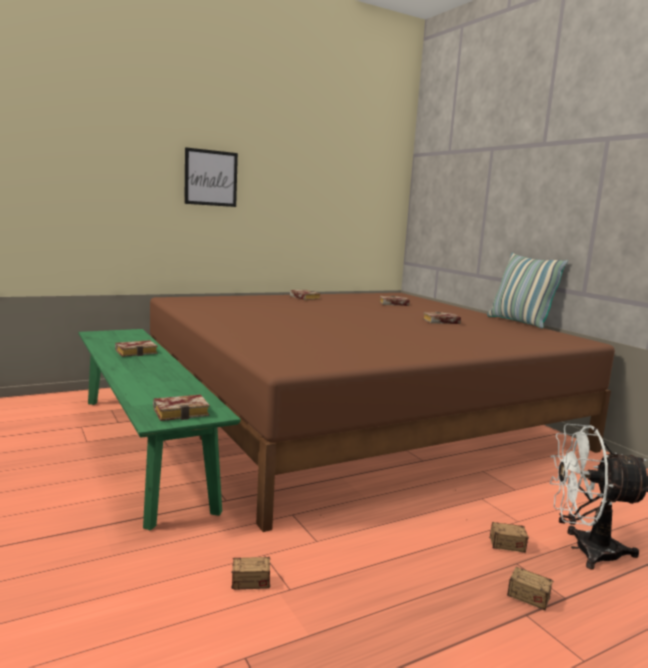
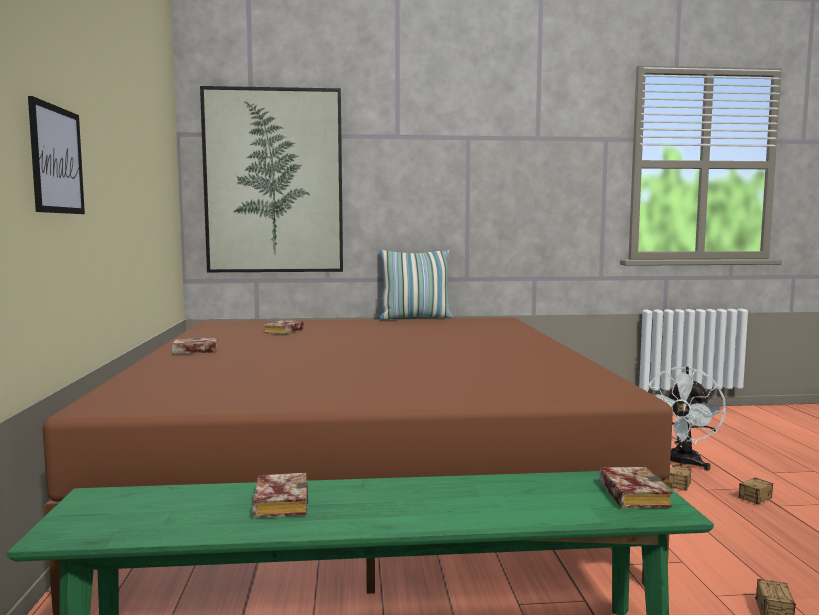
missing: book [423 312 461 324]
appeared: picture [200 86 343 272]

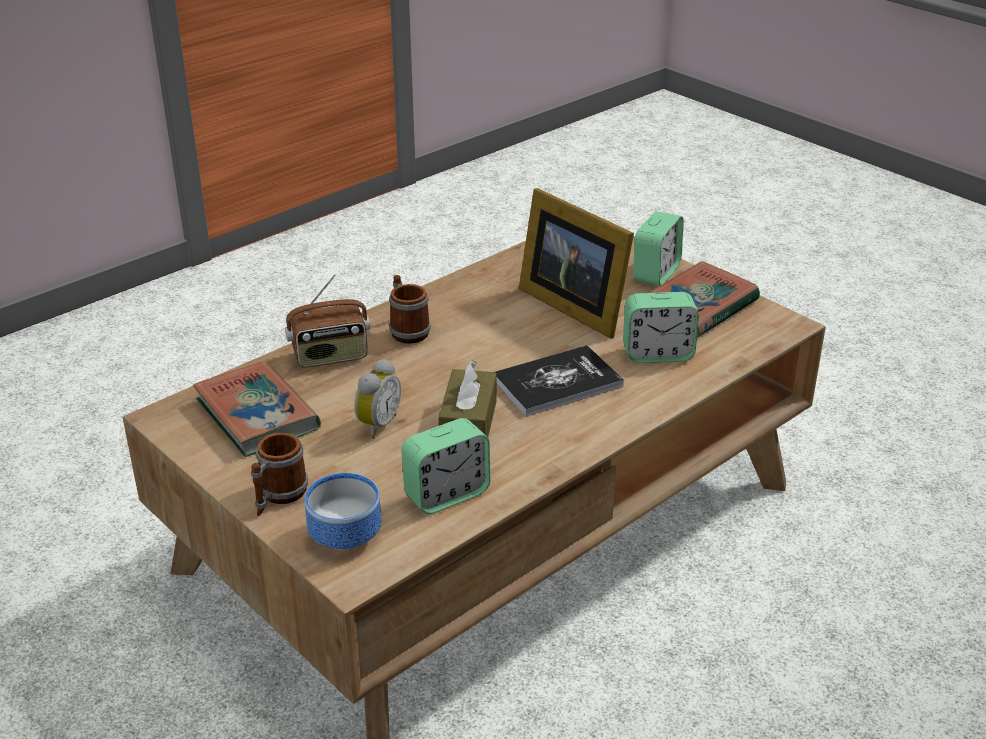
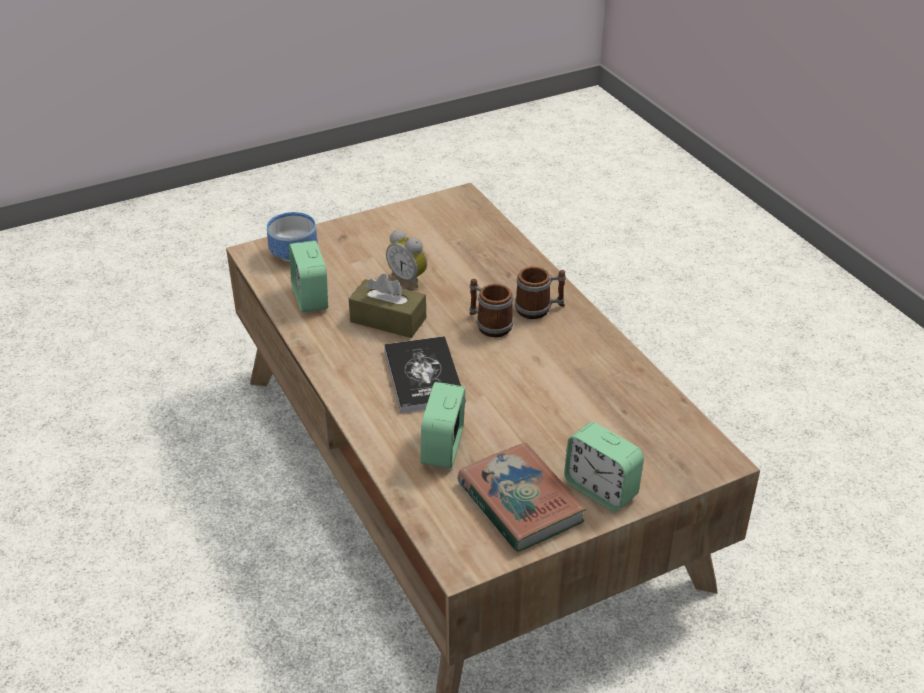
missing: book [193 361 321 457]; radio [285 274 370 367]; picture frame [519 188 634 339]
relocated: mug [251 433 308 516] to [470 279 514 337]

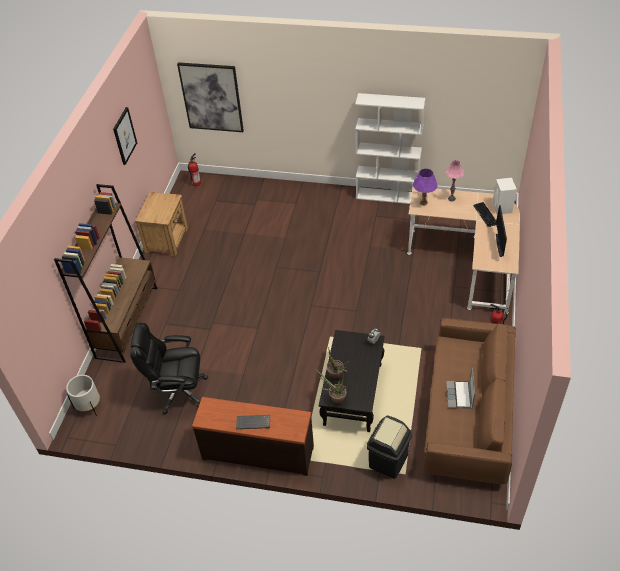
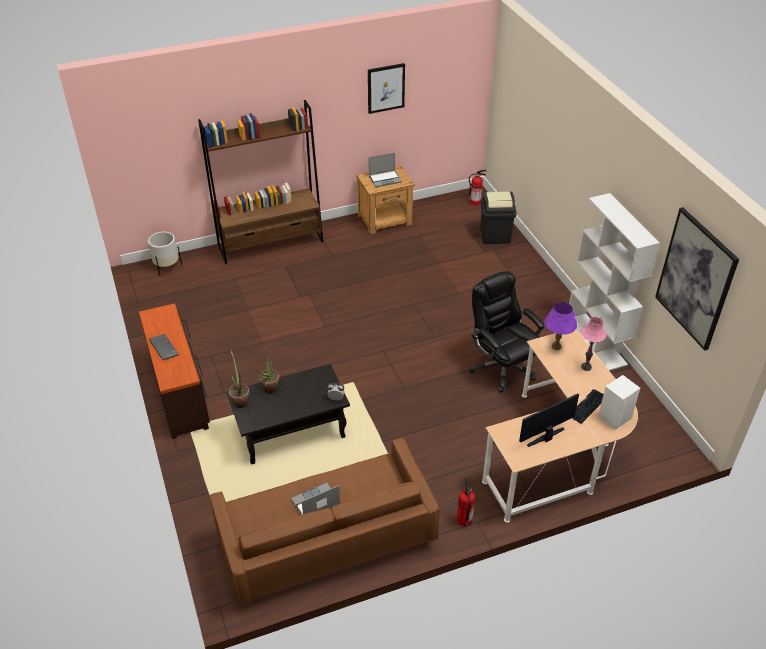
appeared: laptop [368 153 402 187]
relocated: black office chair [130 323 208 414] to [470 271 544 393]; picture [177 62 244 132] to [655 207 739 351]; black trash can [367 416 412 479] to [480 191 517 244]

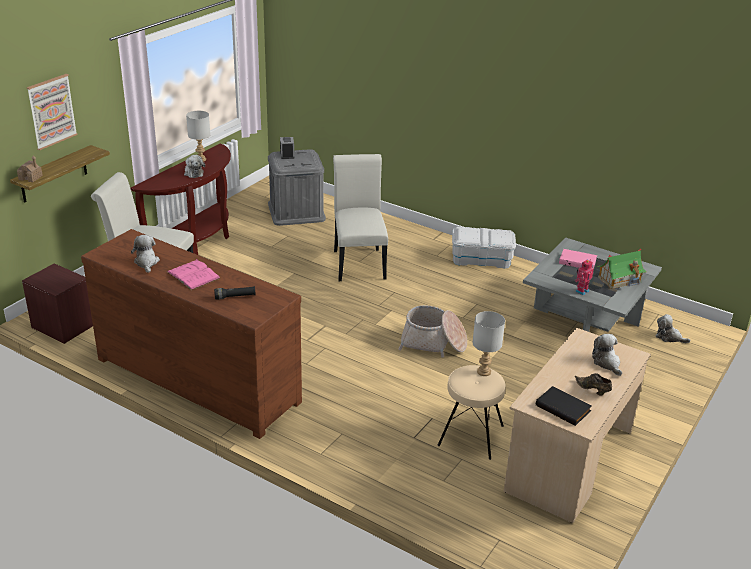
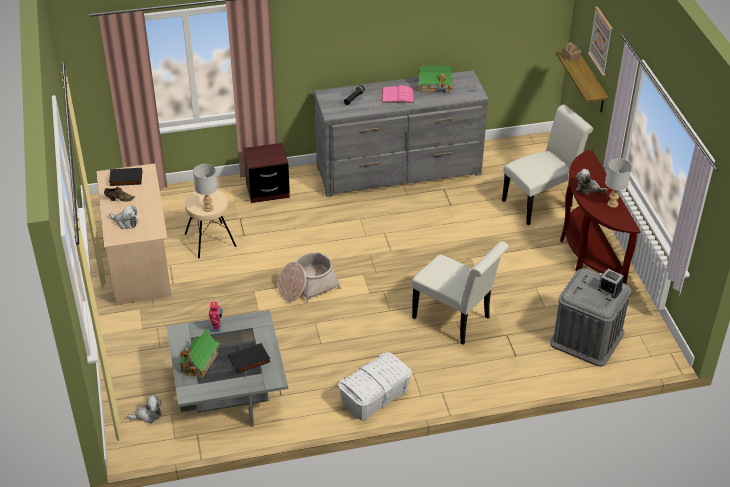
relocated: brown nightstand [22 263 93 344] to [243 143 290 203]
exchanged: plush toy [131 235 160 273] to toy house [418 64 453 94]
colour: brown dresser [81 229 302 439] to grey dresser [314 70 489 197]; pink book [559 249 597 269] to black book [229 343 270 374]

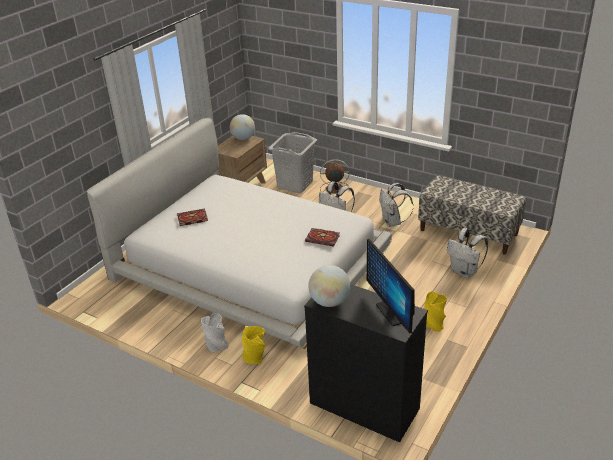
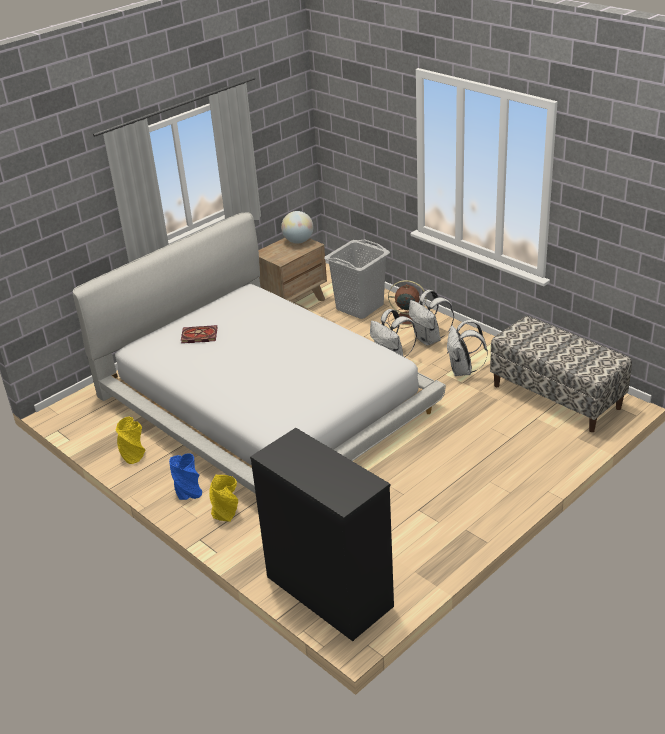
missing: book [305 228 340 247]; globe [308 265 350 307]; monitor [367 239 415 334]
relocated: yellow vase [424 291 447 332] to [115 417 146 464]; white backpack [447 228 488 278] to [409 290 454 346]
colour: grey vase [201 313 229 353] to blue vase [169 453 202 500]

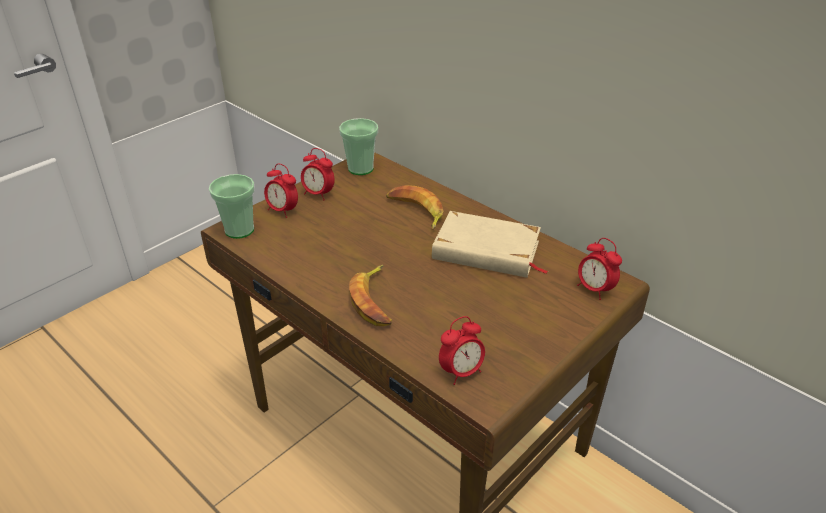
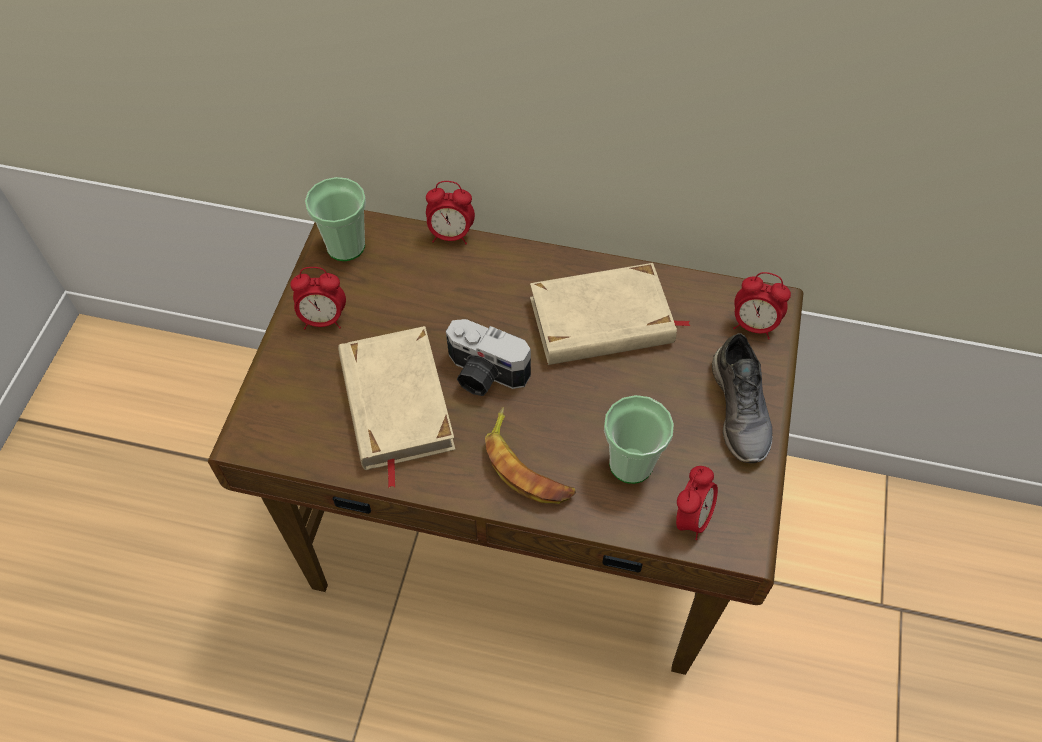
missing: banana [386 185 443 230]
appeared: beige book [338 326 455 488]; photo camera [446 319 531 396]; grey shoe [712 333 772 463]
relocated: cup [209 174 255 239] to [604 395 674 484]; alarm clock [264 163 298 218] to [426 181 475 244]

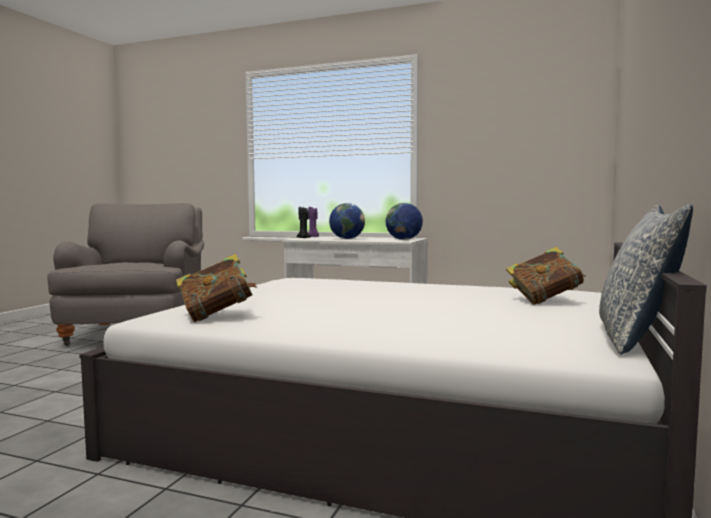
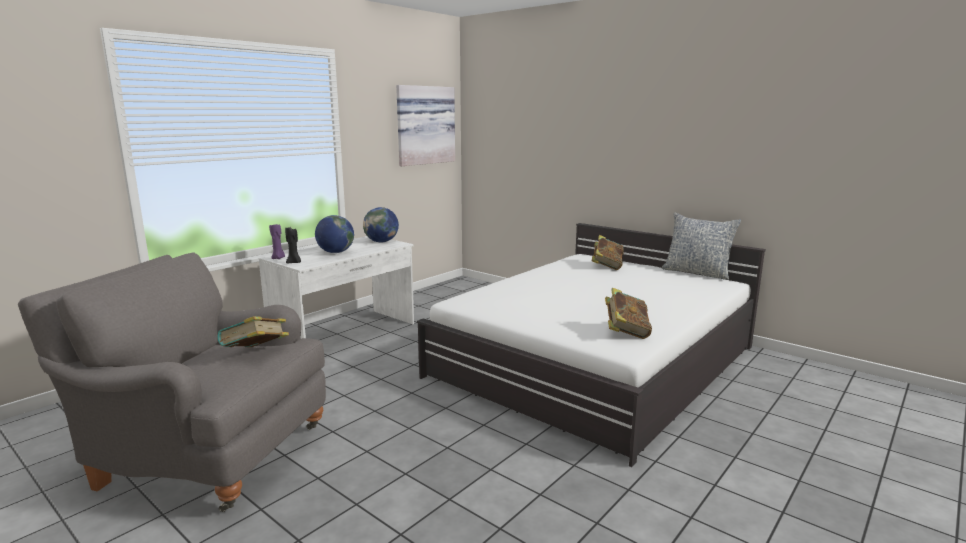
appeared: book [217 316 289 347]; picture [396 85 455 166]

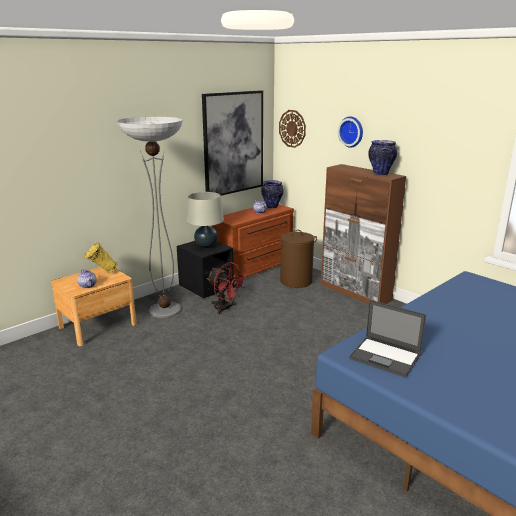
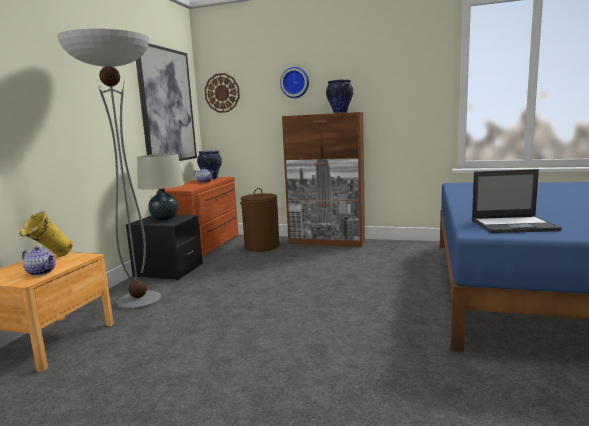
missing: red fan [207 262 247 315]

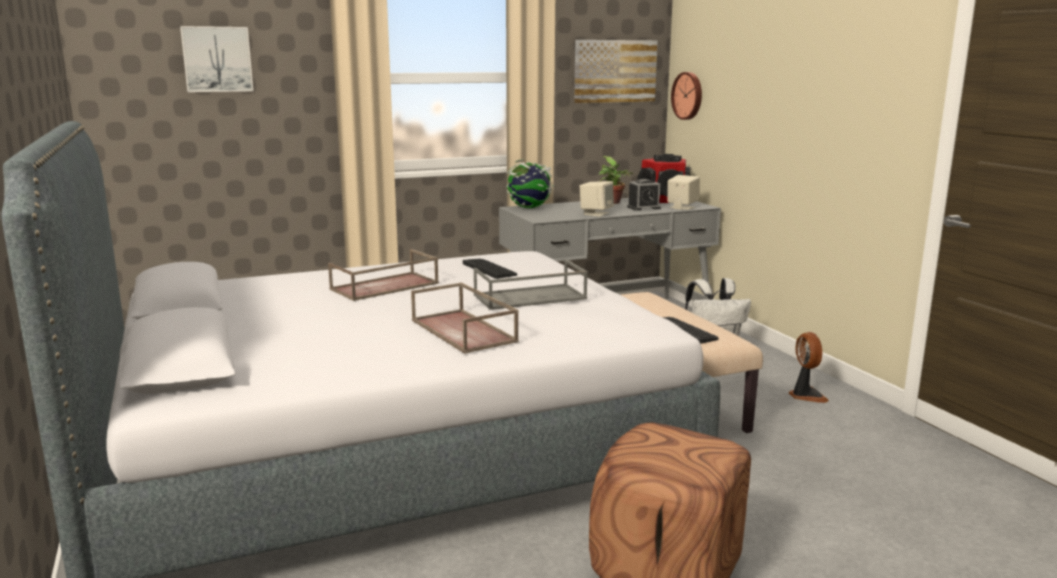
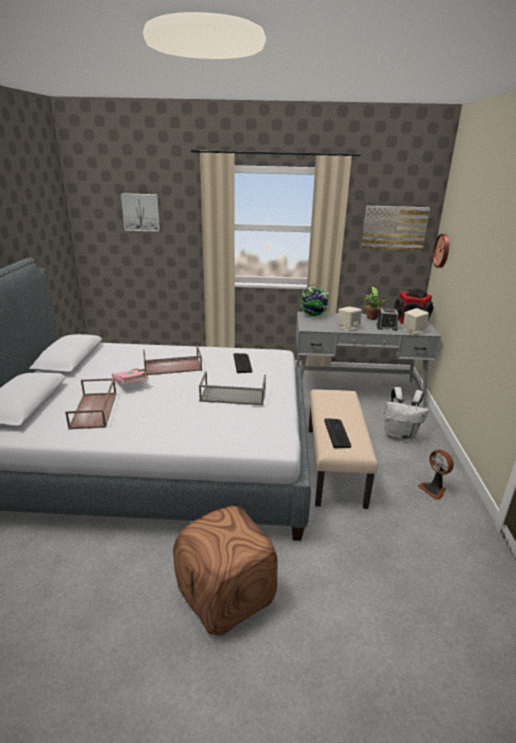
appeared: pink book [112 368 149 384]
relocated: brown tray [411 283 519 354] to [65 378 116 430]
spun: fan [789 332 829 403] = [418 449 454 500] 135 degrees clockwise

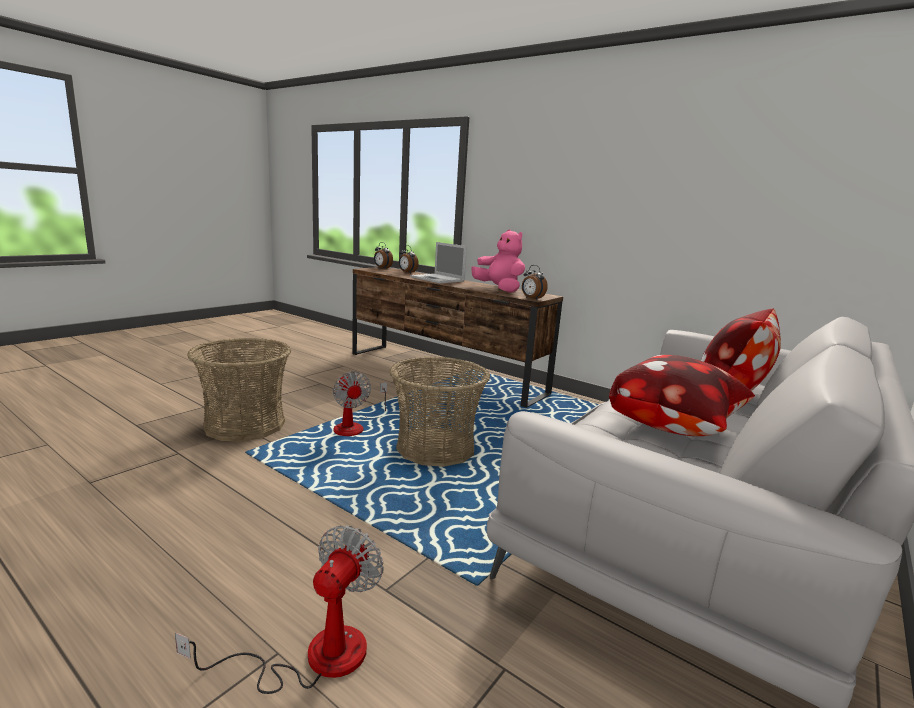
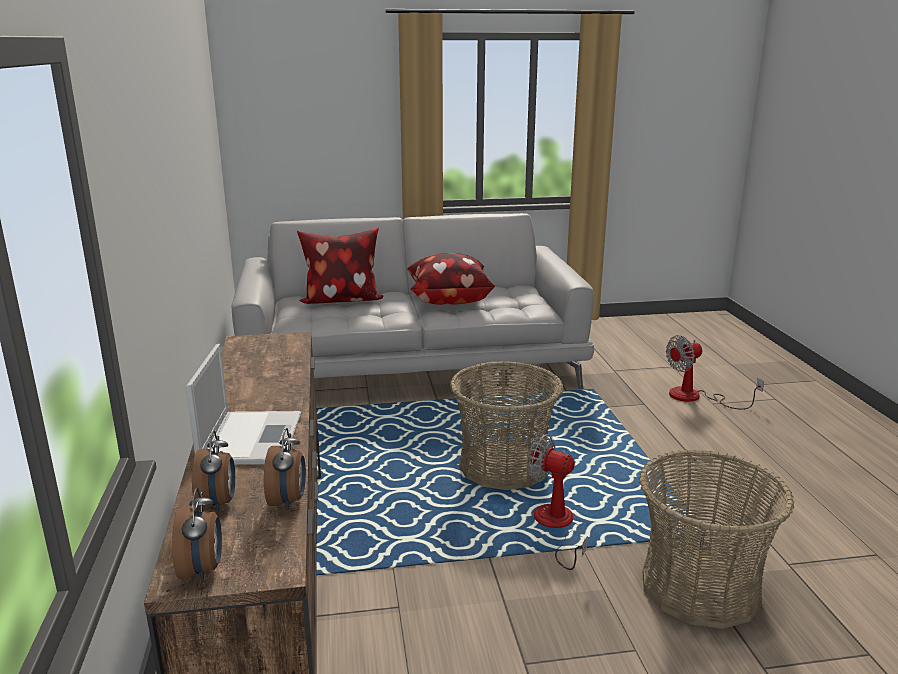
missing: pink plush toy [472 229 525 293]
relocated: alarm clock [522 265 548 300] to [264 428 306 510]
spun: fan [333 371 387 436] = [527 434 588 570] 75 degrees counterclockwise

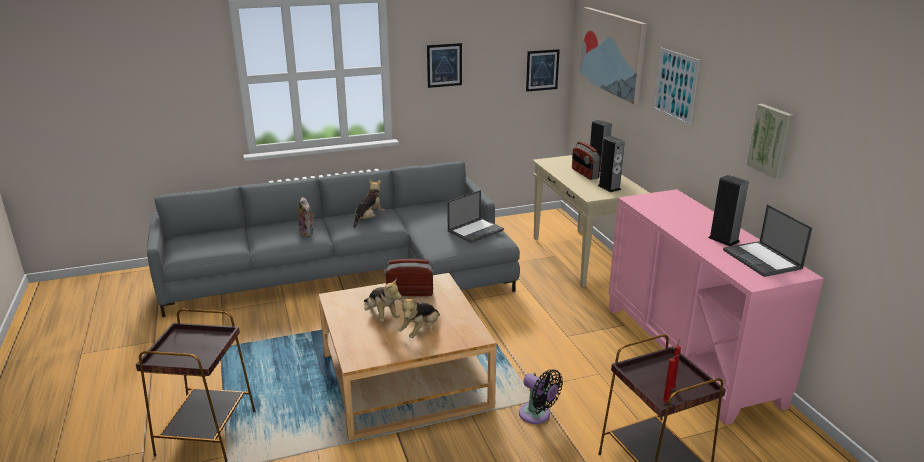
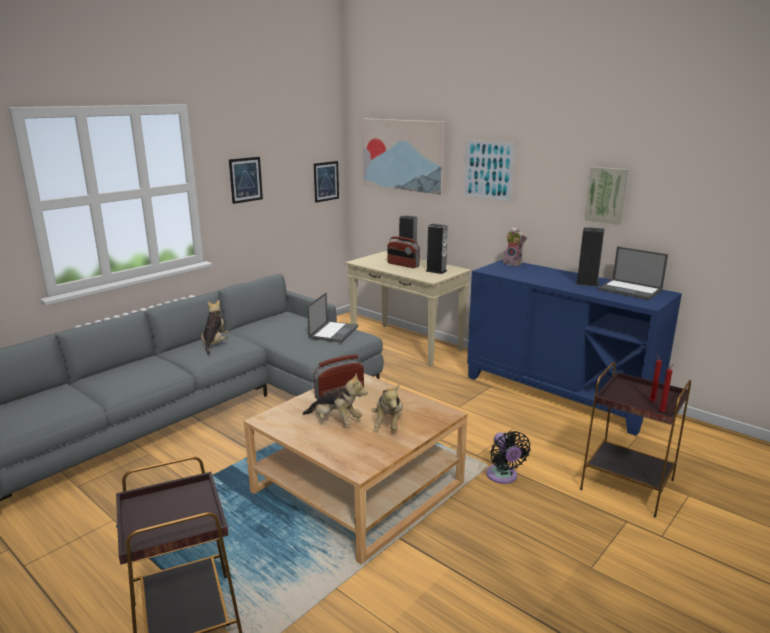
relocated: plush toy [298 197 315 237] to [503 227 527 266]
colour: pink cabinet [608 189 824 425] to blue cabinet [467 259 682 436]
spun: black fan [519 369 563 424] = [486 431 531 484] 60 degrees clockwise

